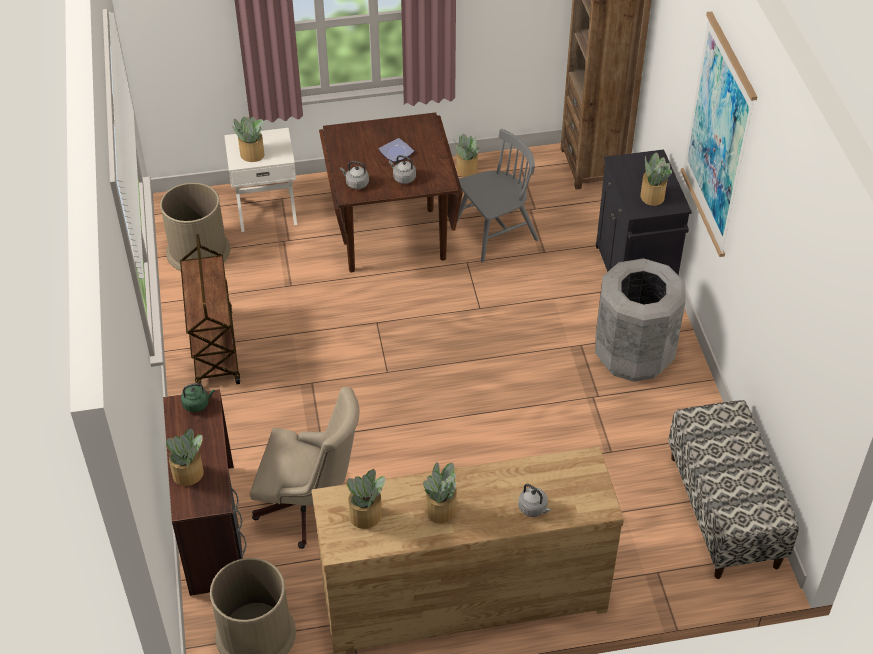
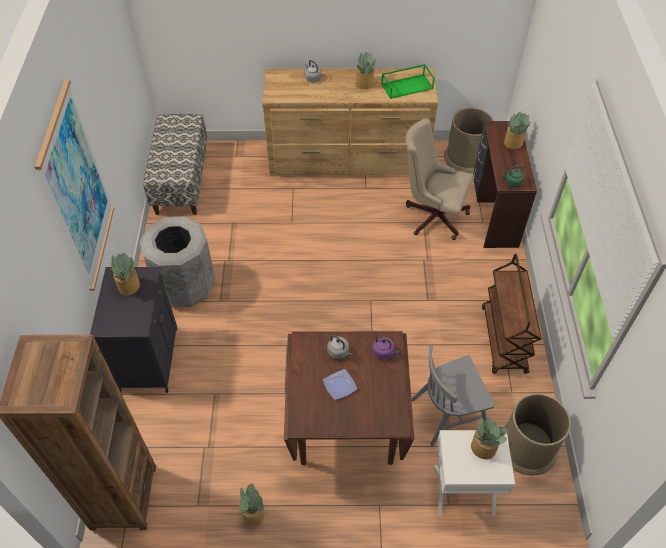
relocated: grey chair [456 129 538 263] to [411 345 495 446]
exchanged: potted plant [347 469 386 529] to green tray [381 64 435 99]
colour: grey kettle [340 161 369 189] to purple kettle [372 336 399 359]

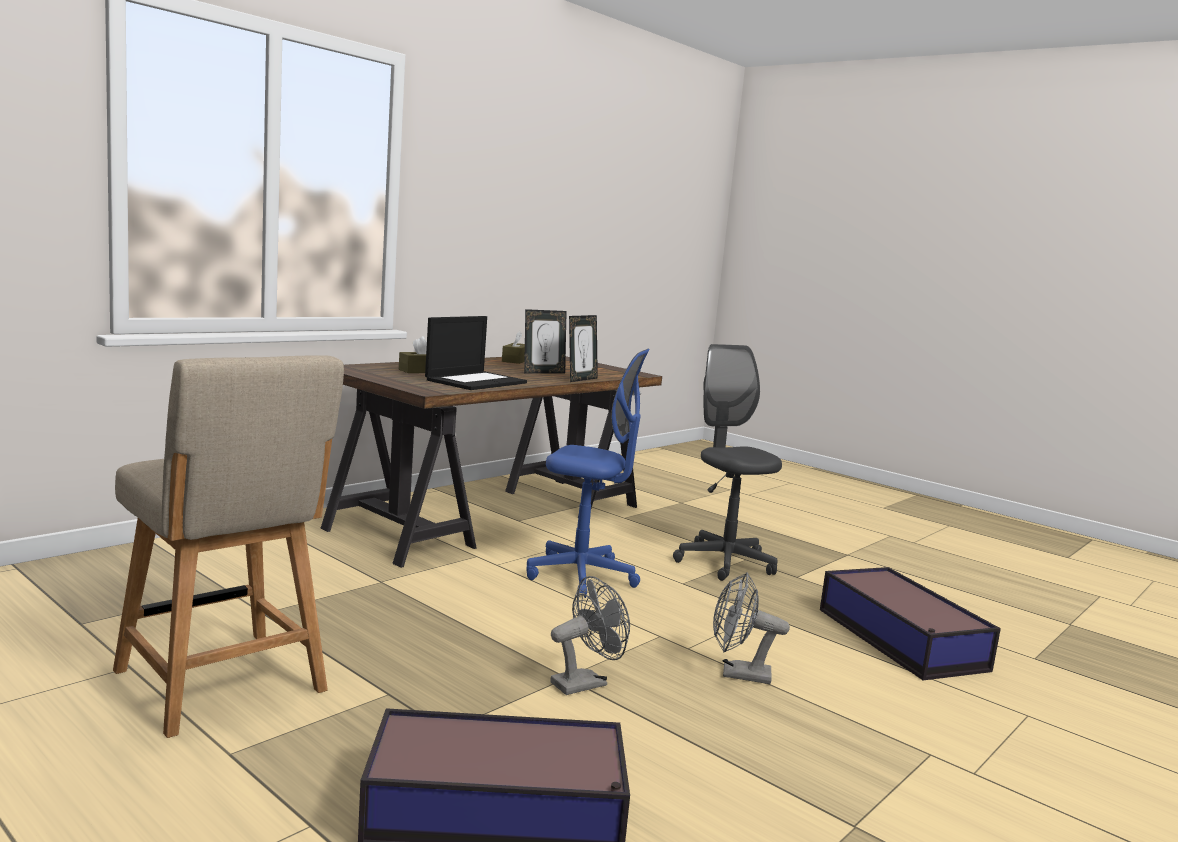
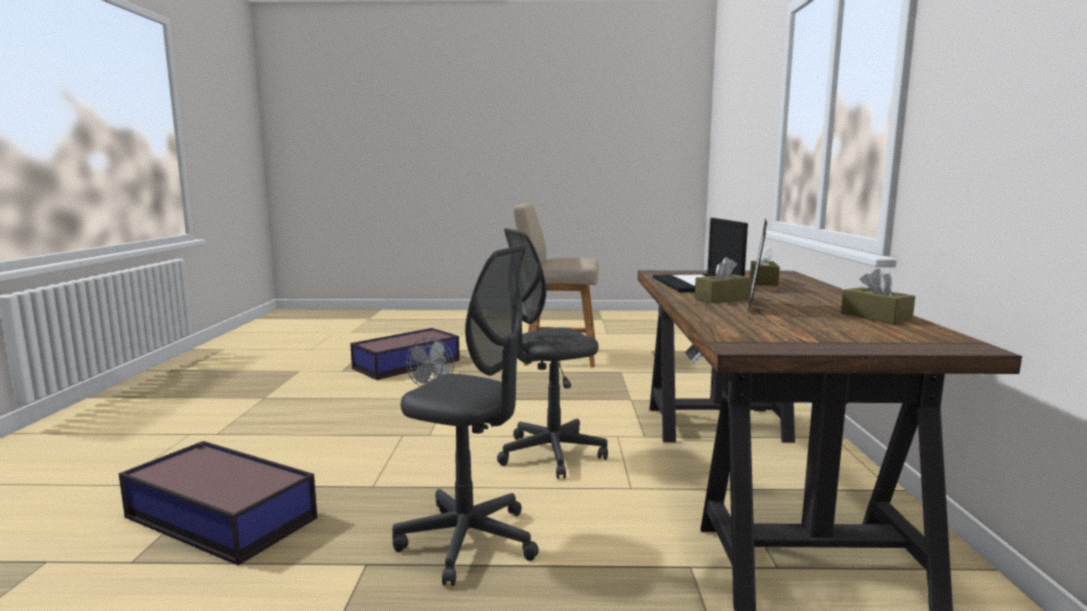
missing: picture frame [569 315 598 382]; grey fan [713 573 790 684]
appeared: brown tissue box [695 257 752 303]
colour: blue office chair [526 349 649 598] to grey office chair [497 228 608 479]

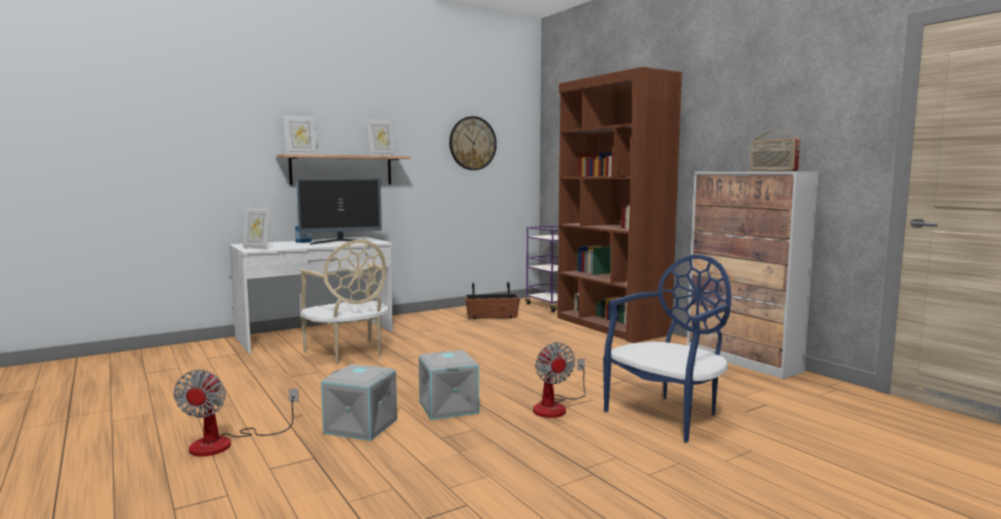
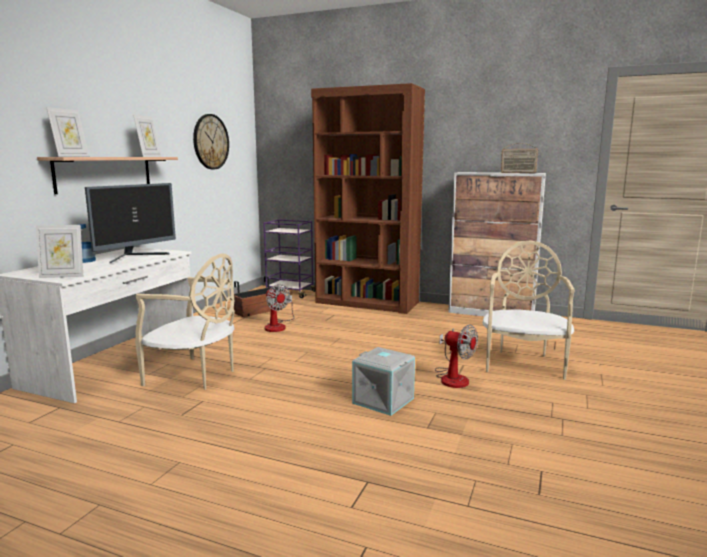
missing: grey storage box [321 364 397 441]
relocated: fan [174 370 299 456] to [265 284 295 332]
colour: blue chair [603 254 731 443] to beige chair [482 240 575 380]

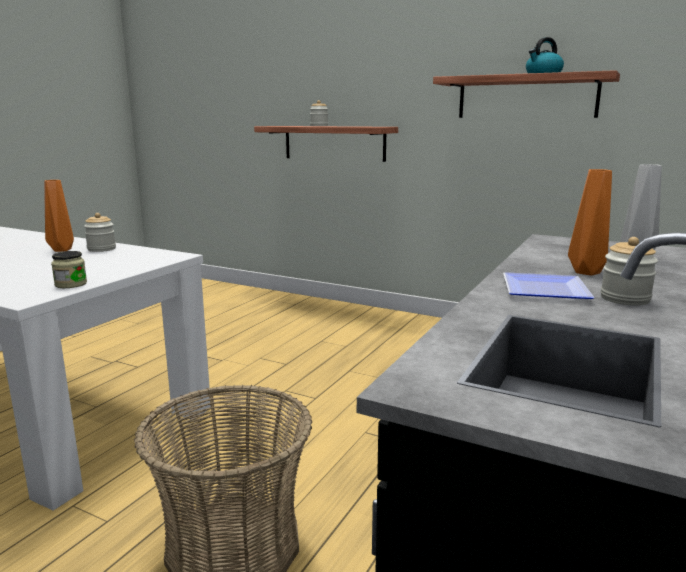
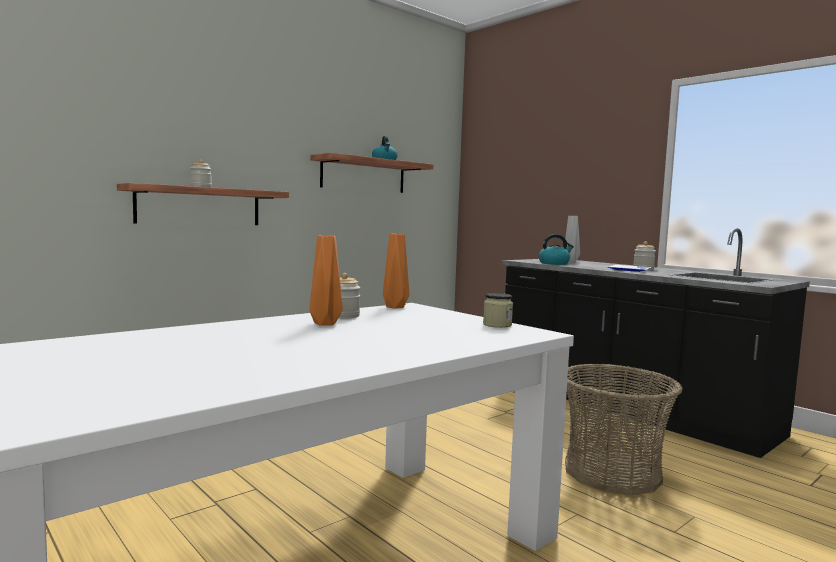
appeared: kettle [539 234 574 265]
relocated: orange vase [568 169 612 275] to [383 234 409 308]

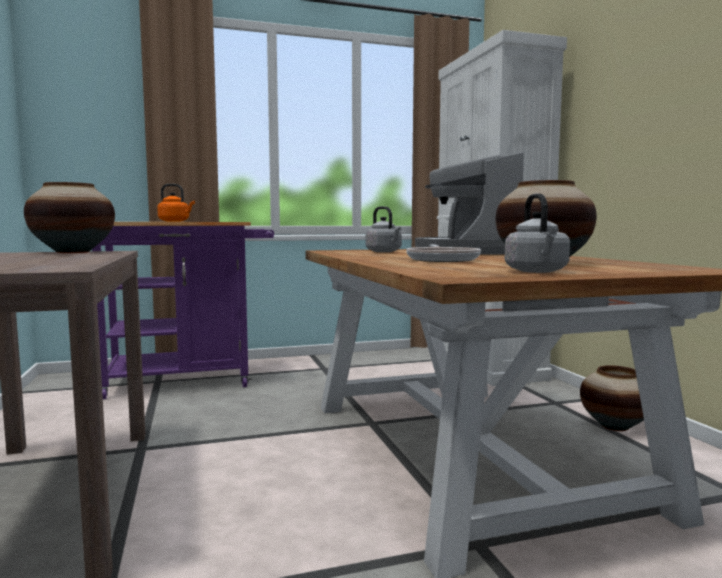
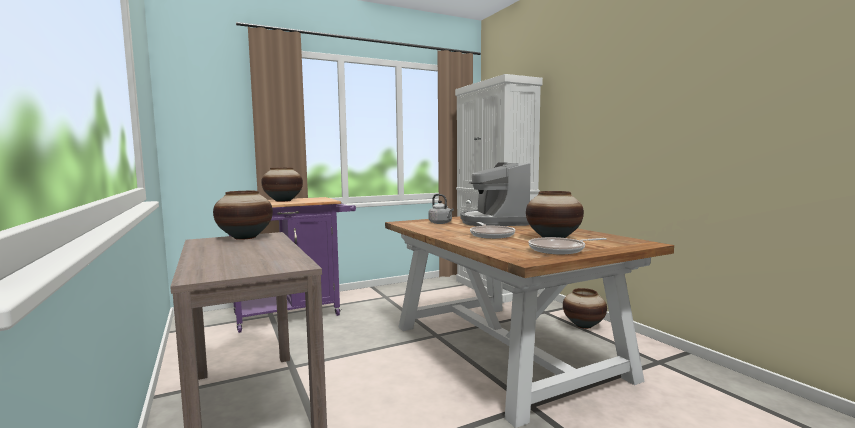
exchanged: orange kettle [157 184 195 222] to vase [261 167 303 202]; grey kettle [505 193 570 273] to frying pan [528 237 607 254]

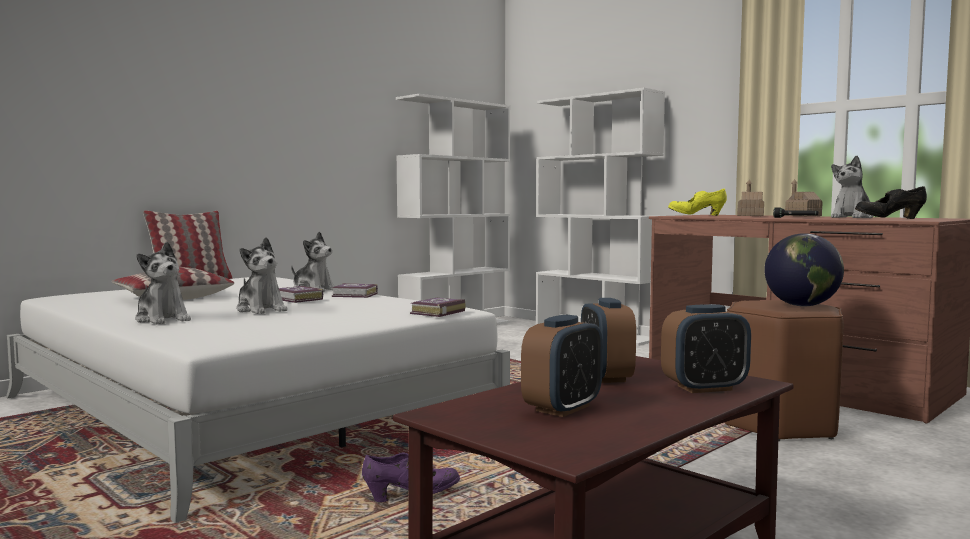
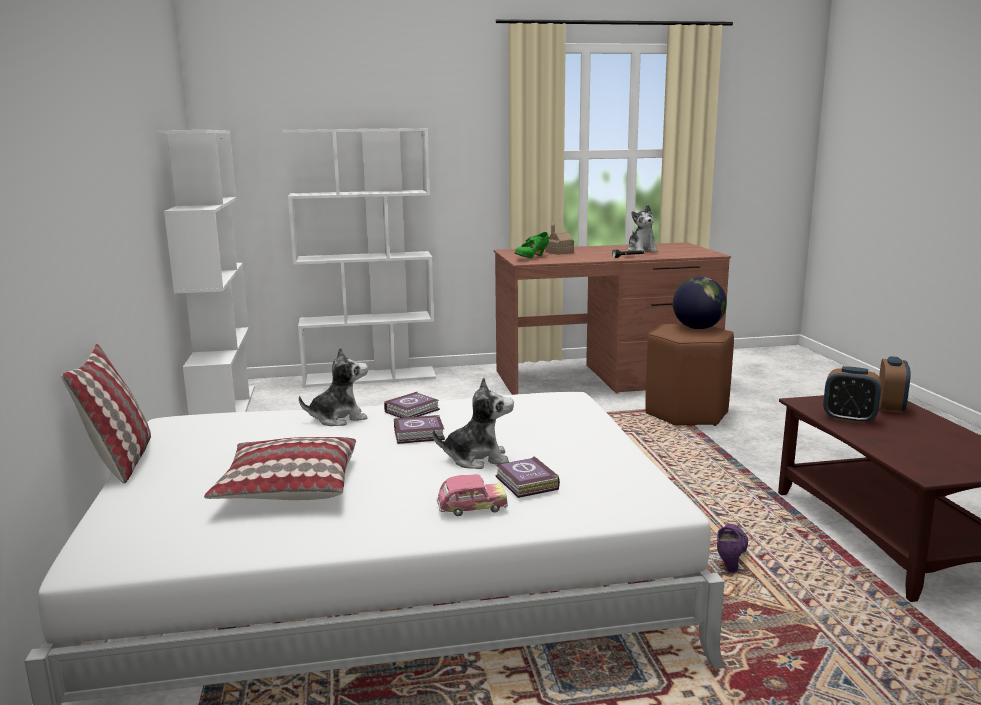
missing: alarm clock [521 315 603 417]; toy house [785 179 823 216]; black shoe [855 186 927 219]
relocated: book [410 298 466 317] to [496 456 560 498]
exchanged: plush toy [135 242 191 325] to toy car [437 474 508 516]
colour: yellow shoe [668 189 727 216] to green shoe [515 232 549 258]

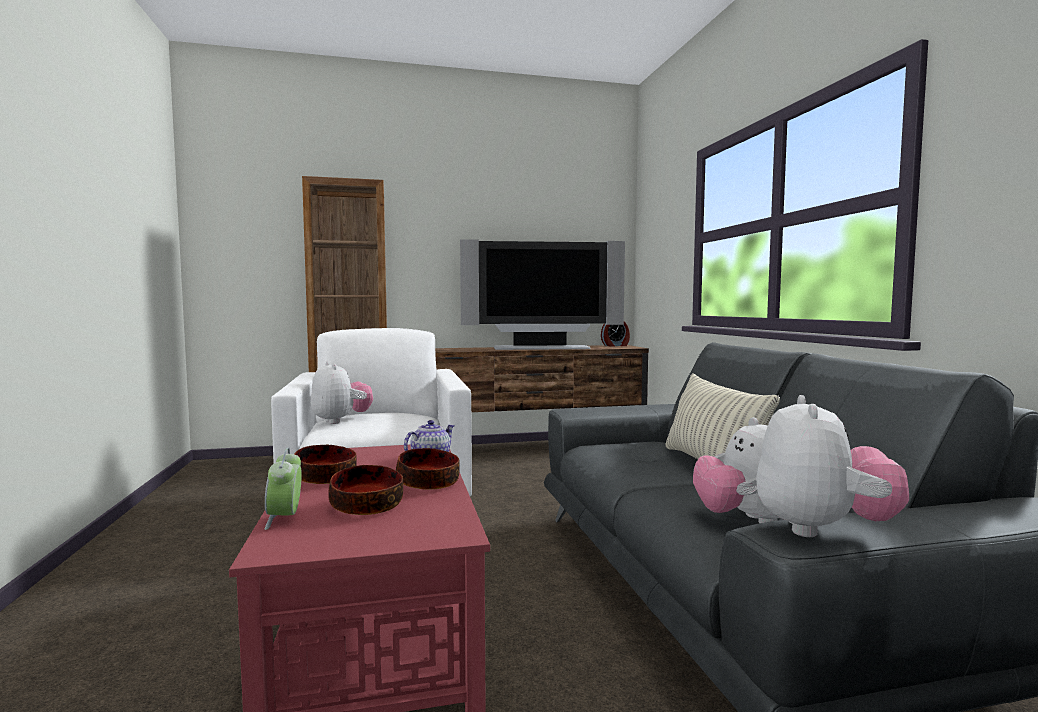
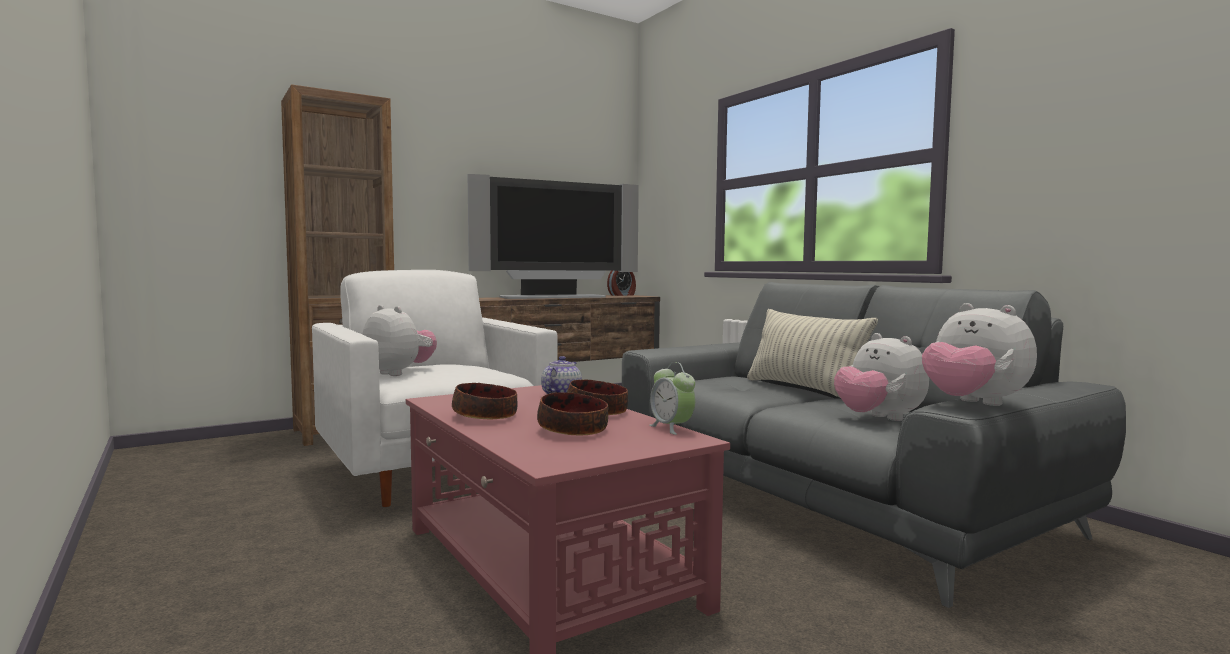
relocated: alarm clock [264 447 302 530] to [649 362 695 435]
spun: plush toy [756 395 909 537] = [922 303 1037 406] 150 degrees clockwise

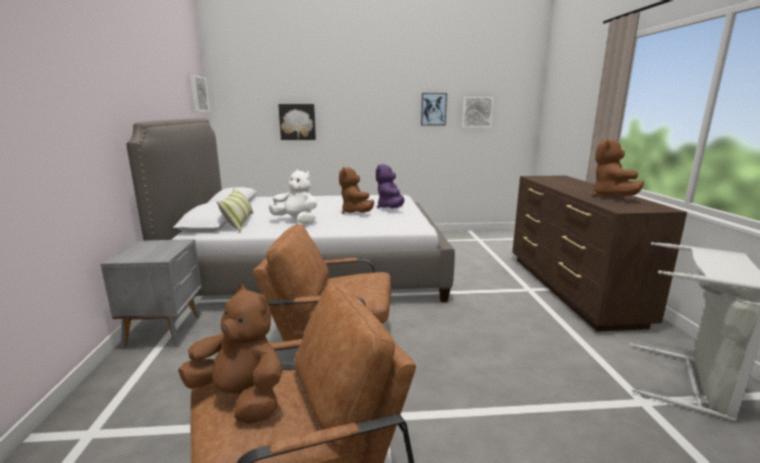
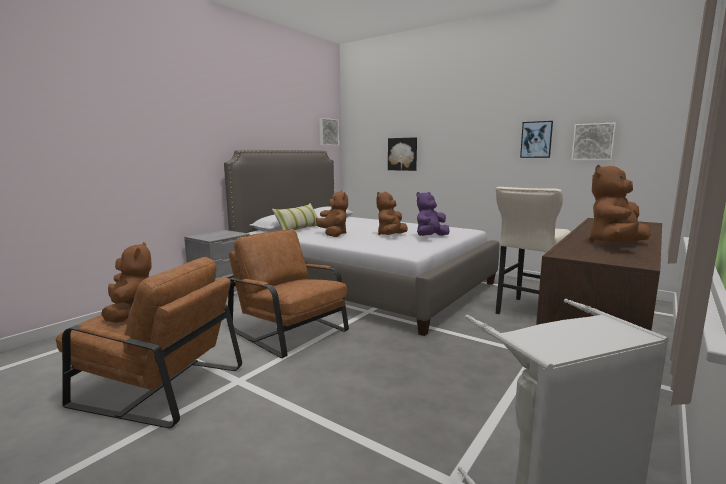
appeared: beige stool [495 187 571 314]
colour: white plush toy [269 169 317 224] to brown plush toy [316 190 348 237]

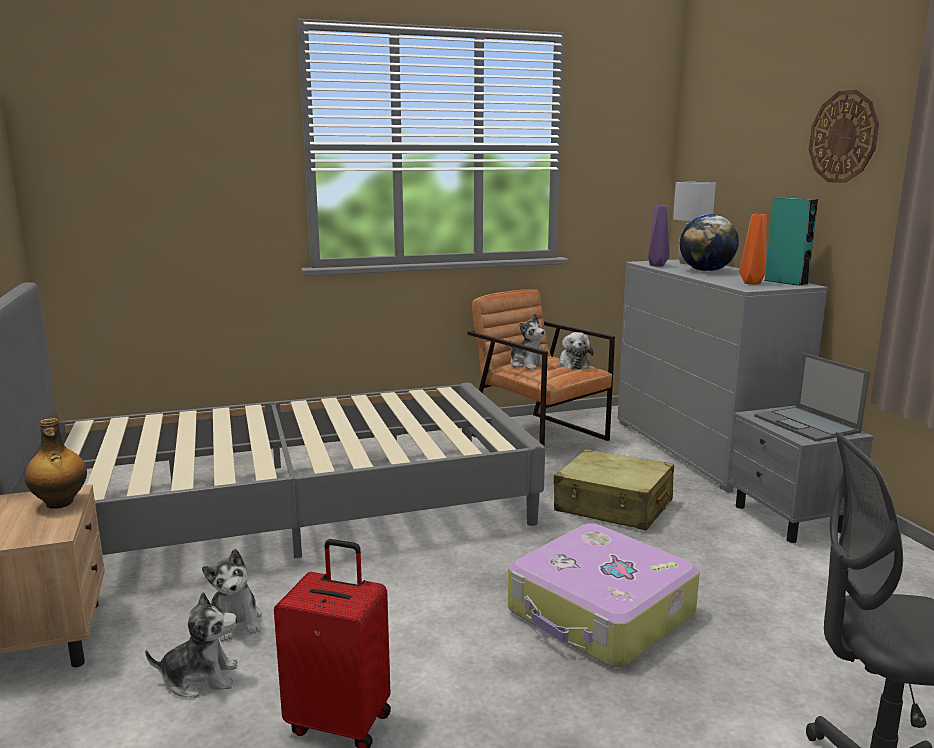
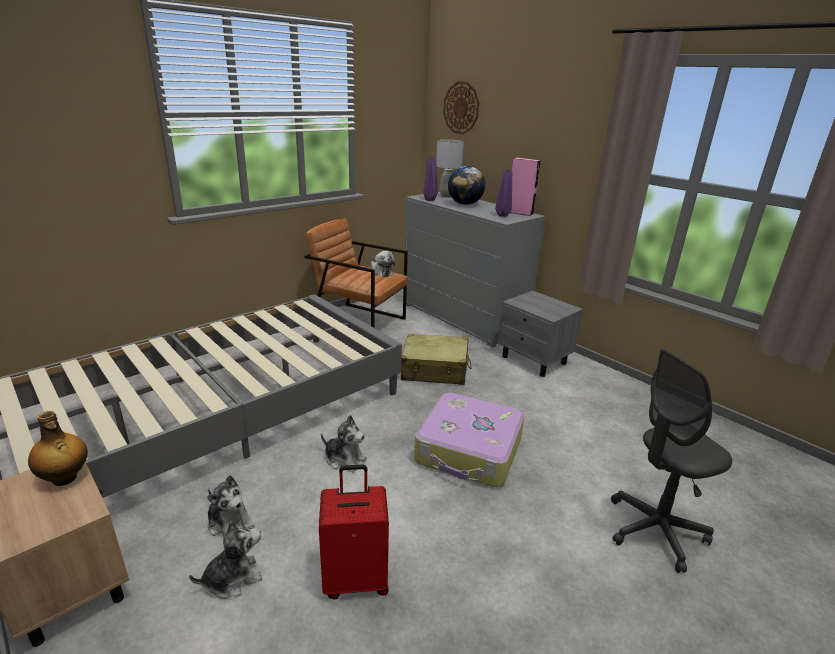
missing: laptop [754 353 870 441]
relocated: plush toy [510 313 549 370] to [321 415 367 473]; wall clock [809 90 879 183] to [443 81 479 134]
colour: orange vase [739 214 767 285] to purple vase [495 170 512 217]; turquoise speaker [764 198 818 286] to pink speaker [510 158 541 216]

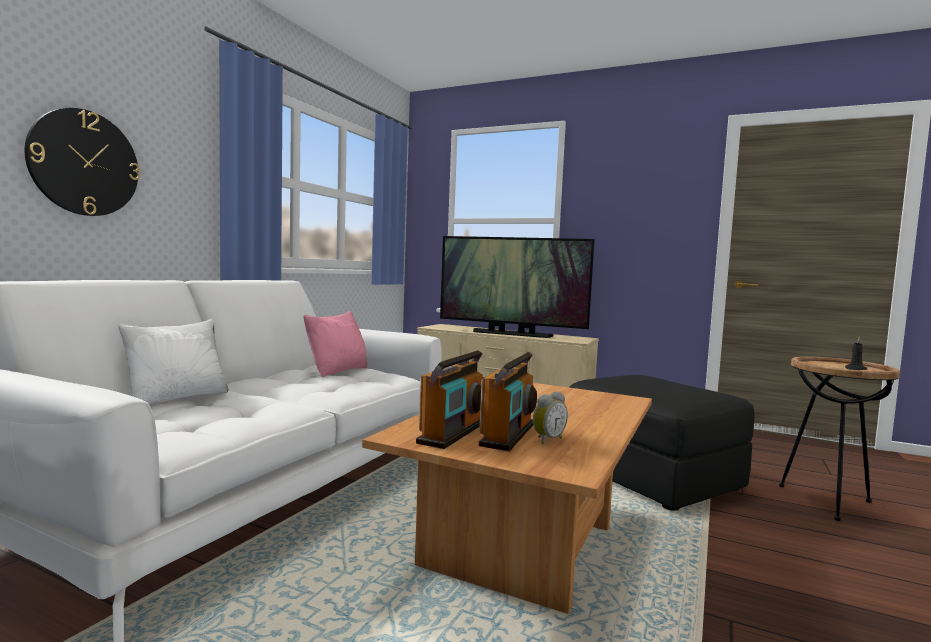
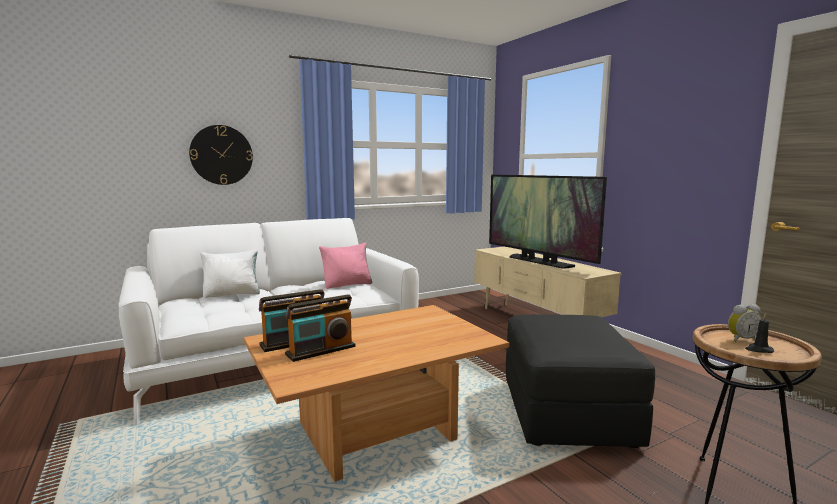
relocated: alarm clock [533 391 568 444] to [728 304 762 342]

